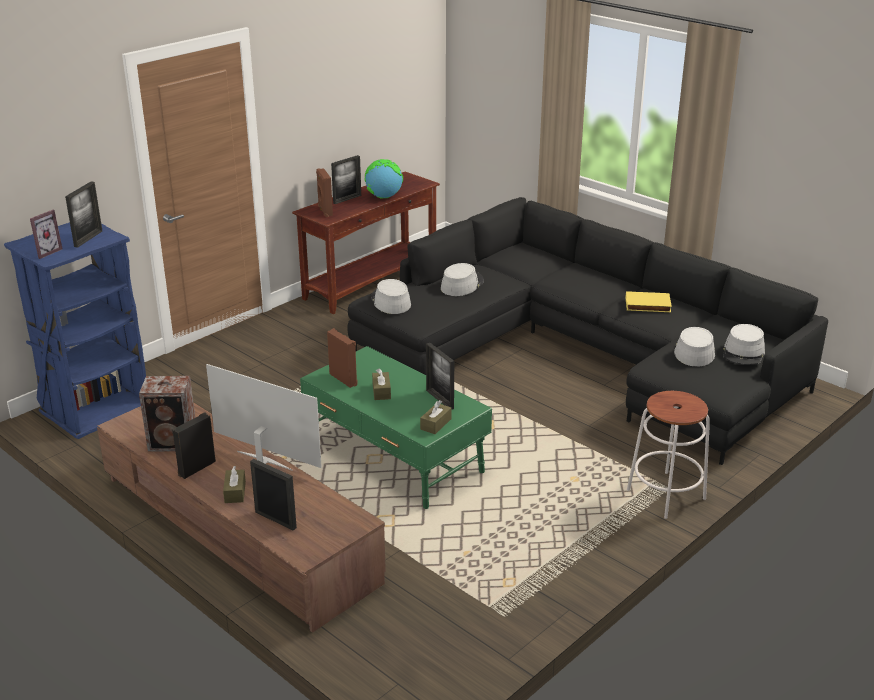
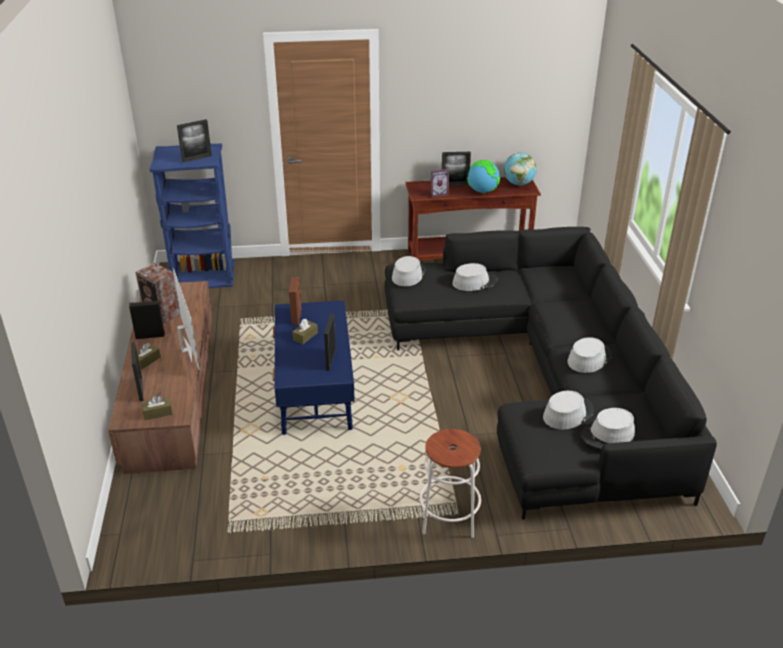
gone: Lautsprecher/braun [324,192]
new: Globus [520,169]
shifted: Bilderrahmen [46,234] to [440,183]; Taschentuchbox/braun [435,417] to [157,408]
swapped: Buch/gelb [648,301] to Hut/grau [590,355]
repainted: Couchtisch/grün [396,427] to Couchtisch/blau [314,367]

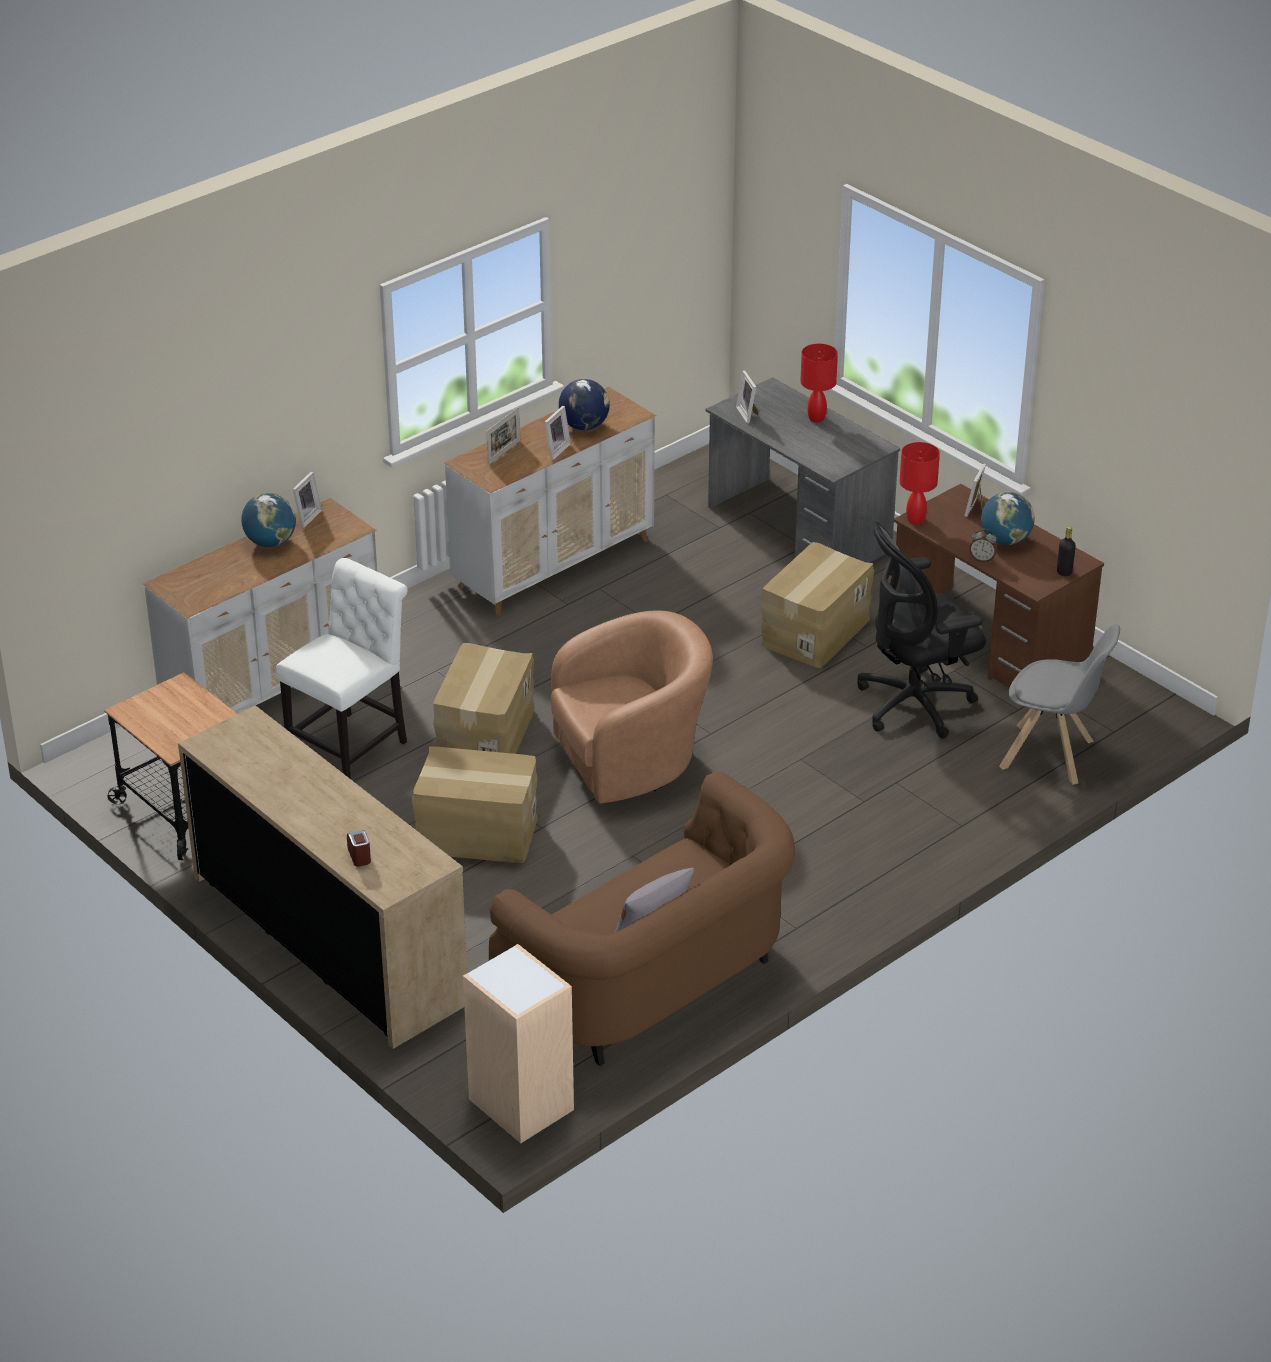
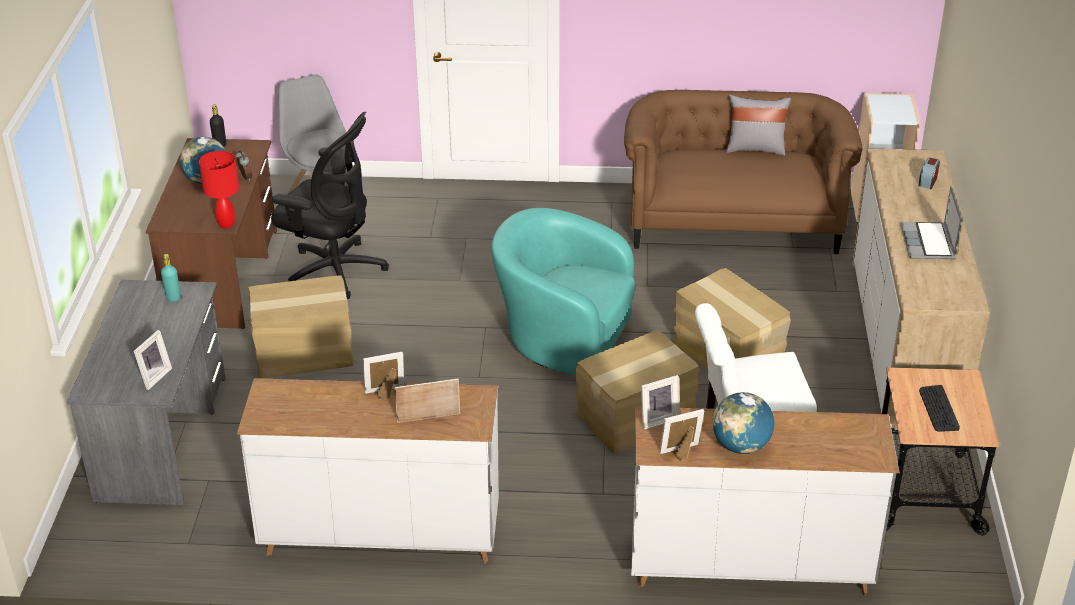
gone: Tischlampe/rot [819,383]; Globus [584,404]
new: Laptop [931,222]; Flasche/türkis [171,278]; Tastatur [939,408]
shifted: Bilderrahmen [975,490] to [660,402]
repainted: Sessel/braun [632,706] to Sessel/türkis [563,291]

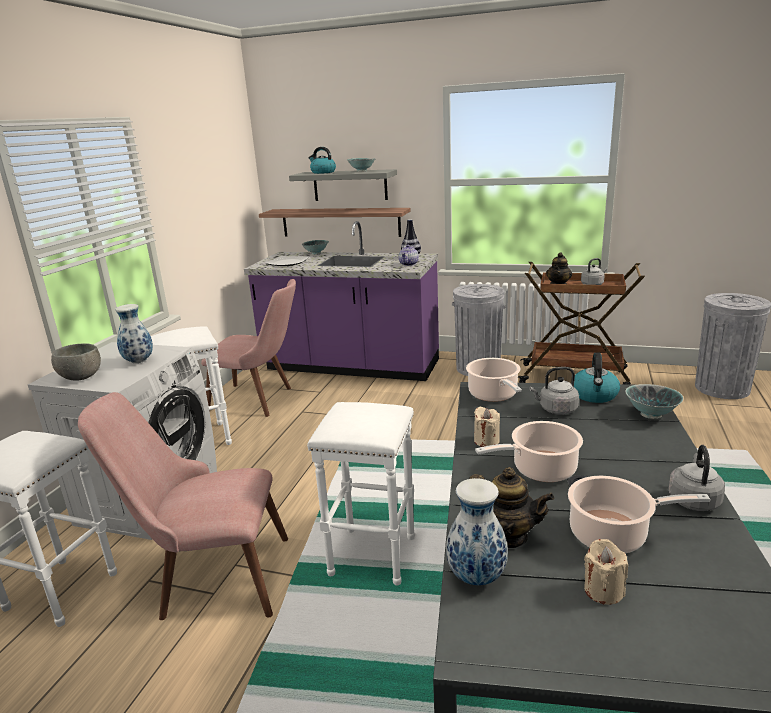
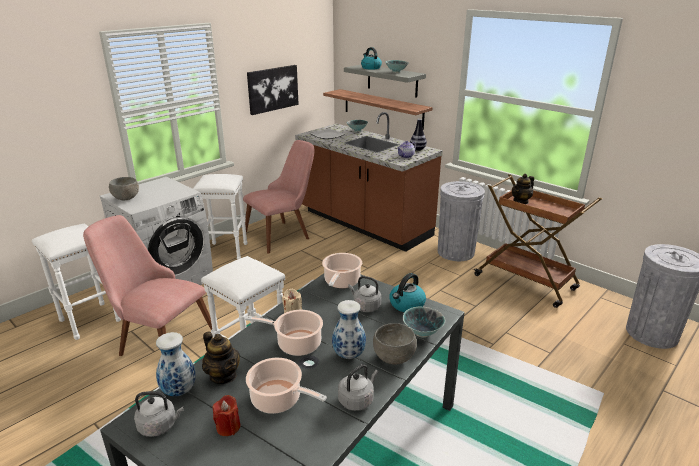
new: Bild [273,90]; Schüssel/grau [395,344]
shifted: Wasserkessel/grau [594,271] to [159,414]; Vase [134,333] to [349,329]
repainted: Küchenzeile/lila [341,301] to Küchenzeile/braun [369,182]; Kerze/beige [606,572] to Kerze/rot [226,415]
rotated: Stuhl/rosa [248,348] = [279,196] 75 degrees counterclockwise

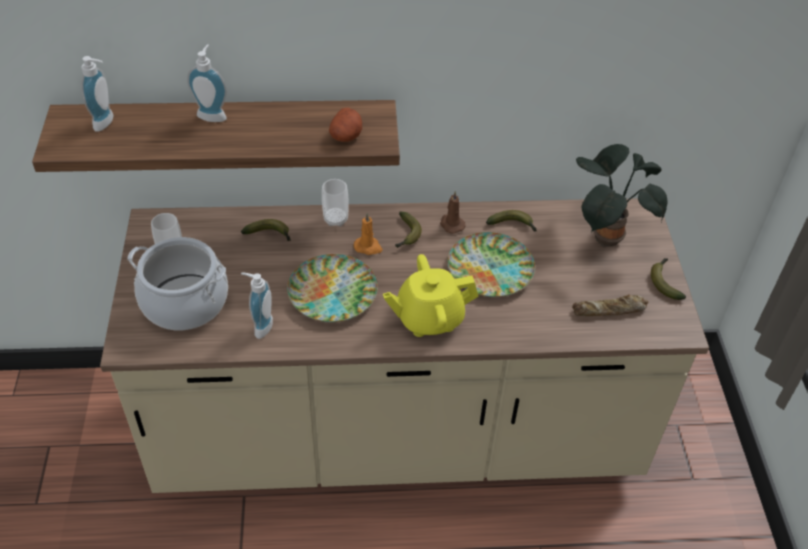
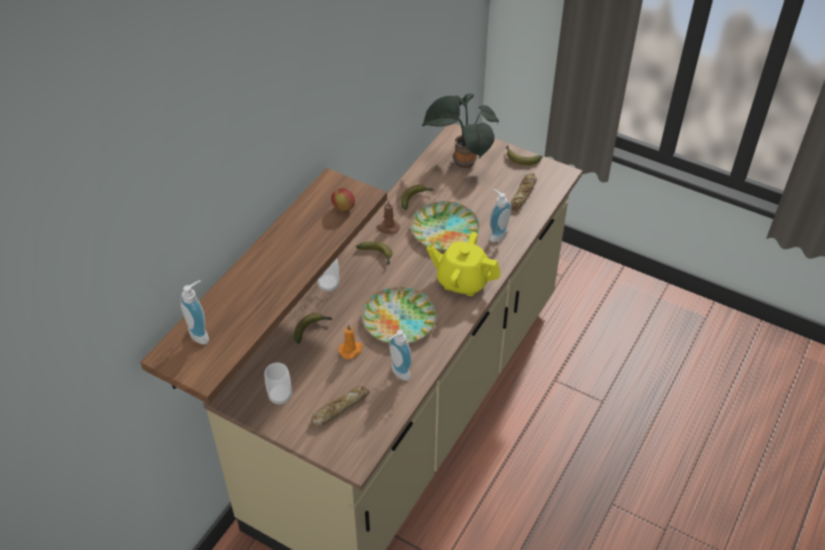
shifted: Seifenspender [207,83] to [500,215]; Kerze/orange [368,234] to [351,341]
swapped: Kartoffel [345,125] to Apfel [343,199]; Kochtopf [177,283] to Brot [340,406]
rotated: Teekanne/gelb [431,295] = [464,264] 90 degrees clockwise

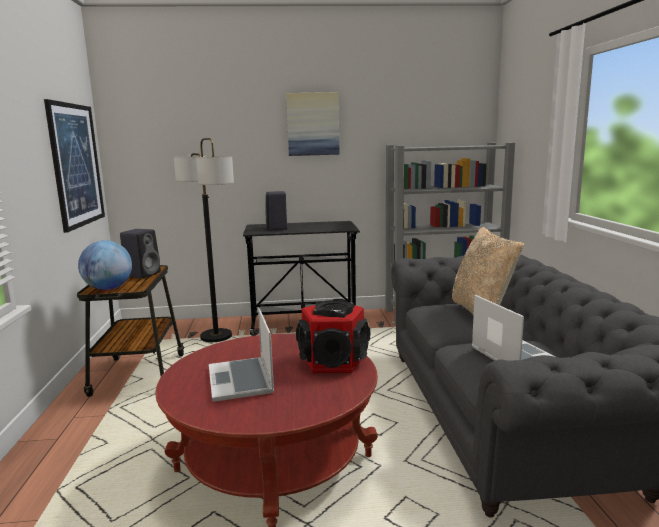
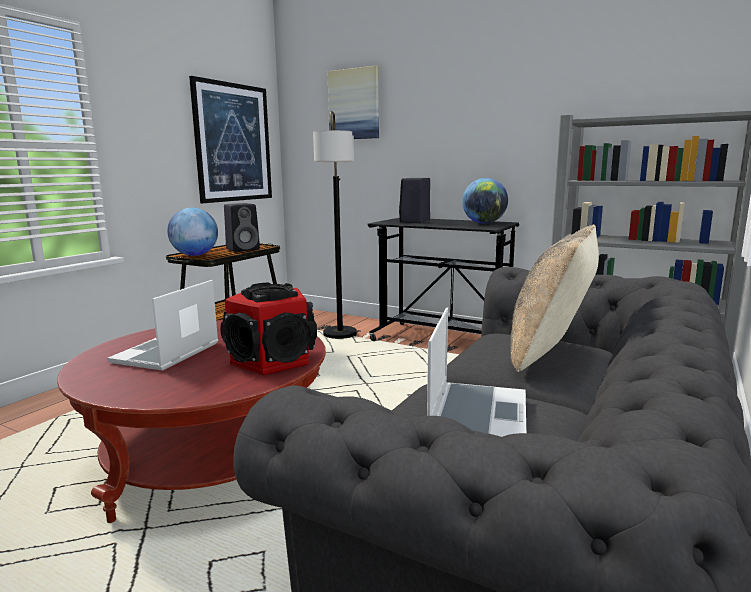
new: Globus [485,201]
shifted: Bild [313,124] to [353,102]

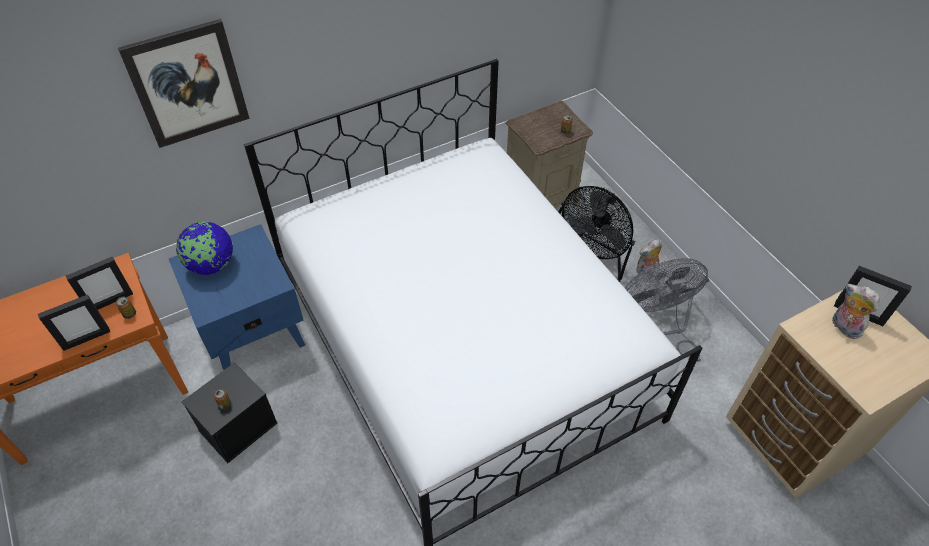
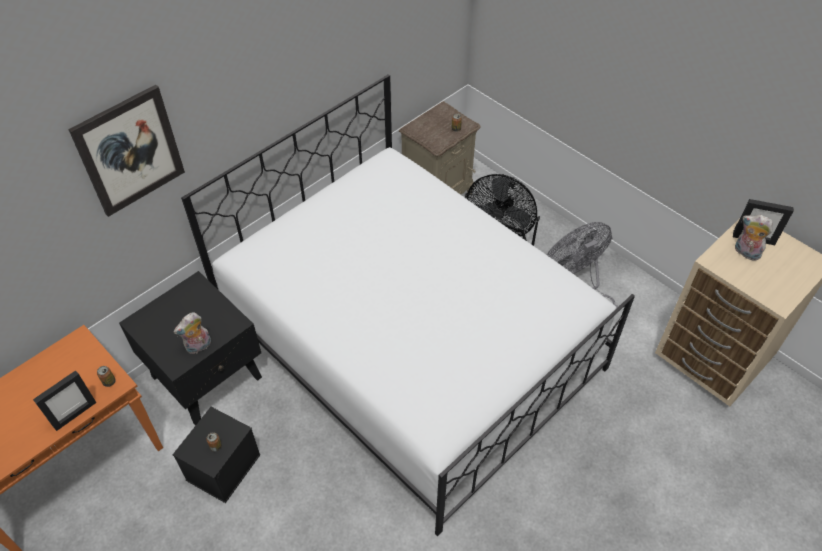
gone: Globus [204,248]; Bilderrahmen [99,283]
shifted: Plüschtier [649,257] to [192,333]
repainted: Nachttisch/blau [237,297] to Nachttisch/schwarz [190,348]

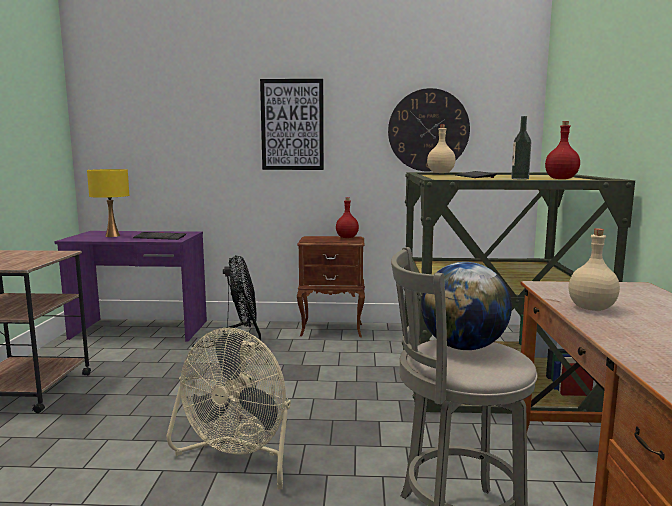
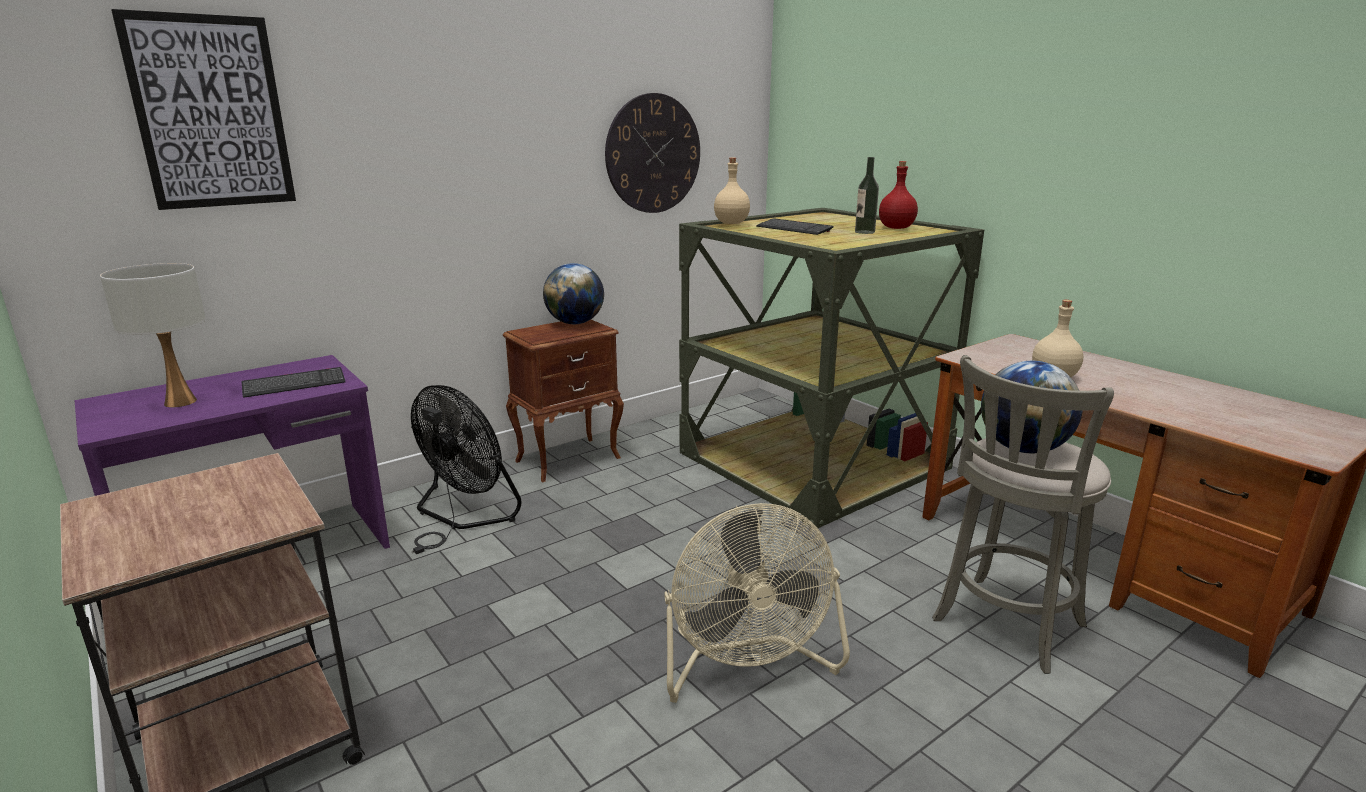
shifted: Bild [292,124] to [203,109]
swapped: Flasche/rot [347,217] to Globus [573,293]
repainted: Tischlampe/gelb [108,203] to Tischlampe/weiß [153,335]

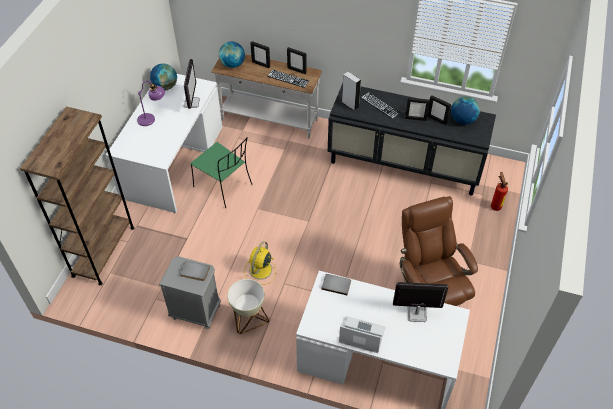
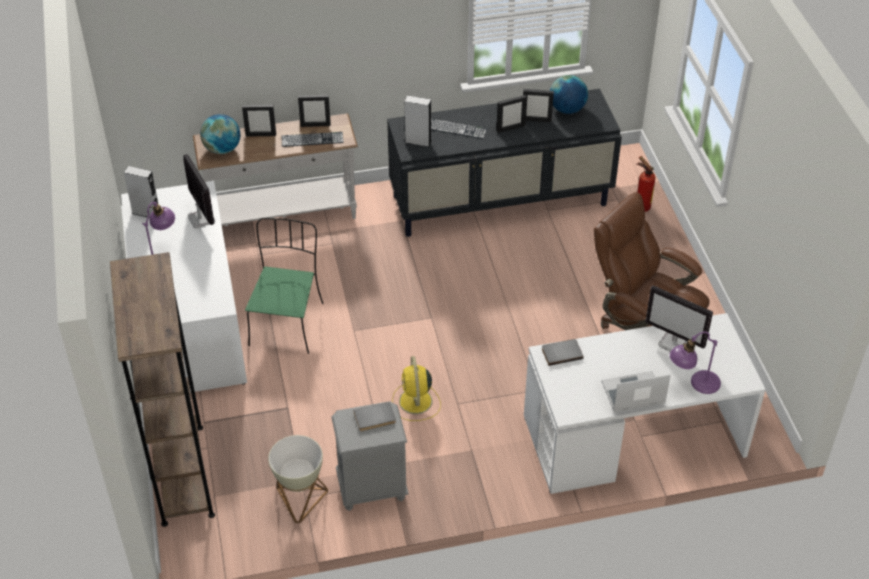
new: Tischlampe/lila [695,363]
shifted: Pflanzkübel [248,306] to [298,479]
swapped: Globus [163,77] to Lautsprecher/grau [141,192]
rotated: Stuhl/grün [221,172] = [284,286] 90 degrees counterclockwise; Monitor [421,302] = [679,318] 120 degrees counterclockwise

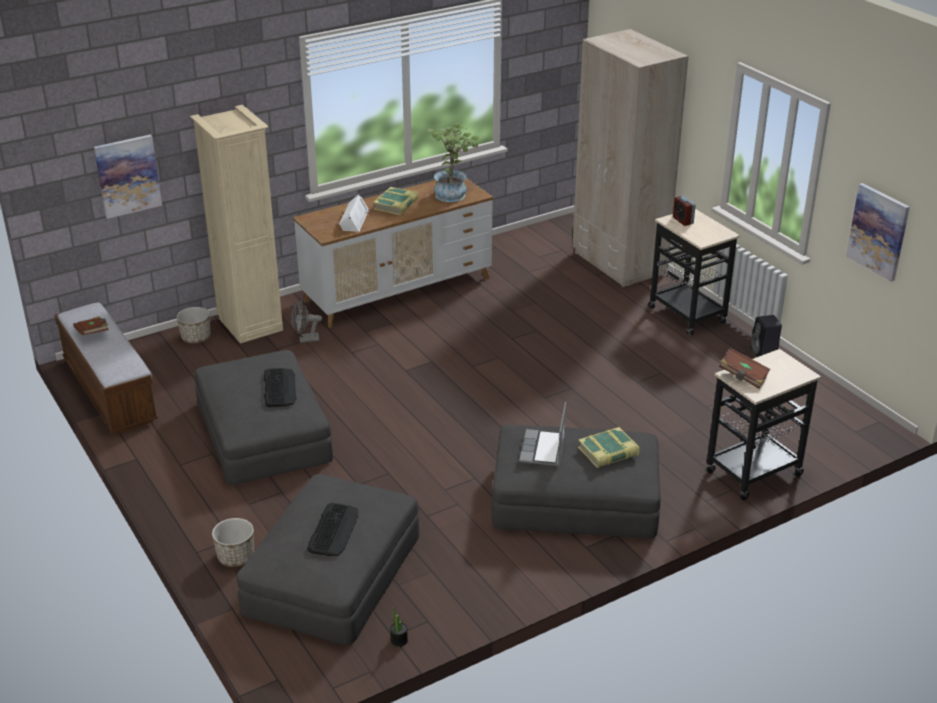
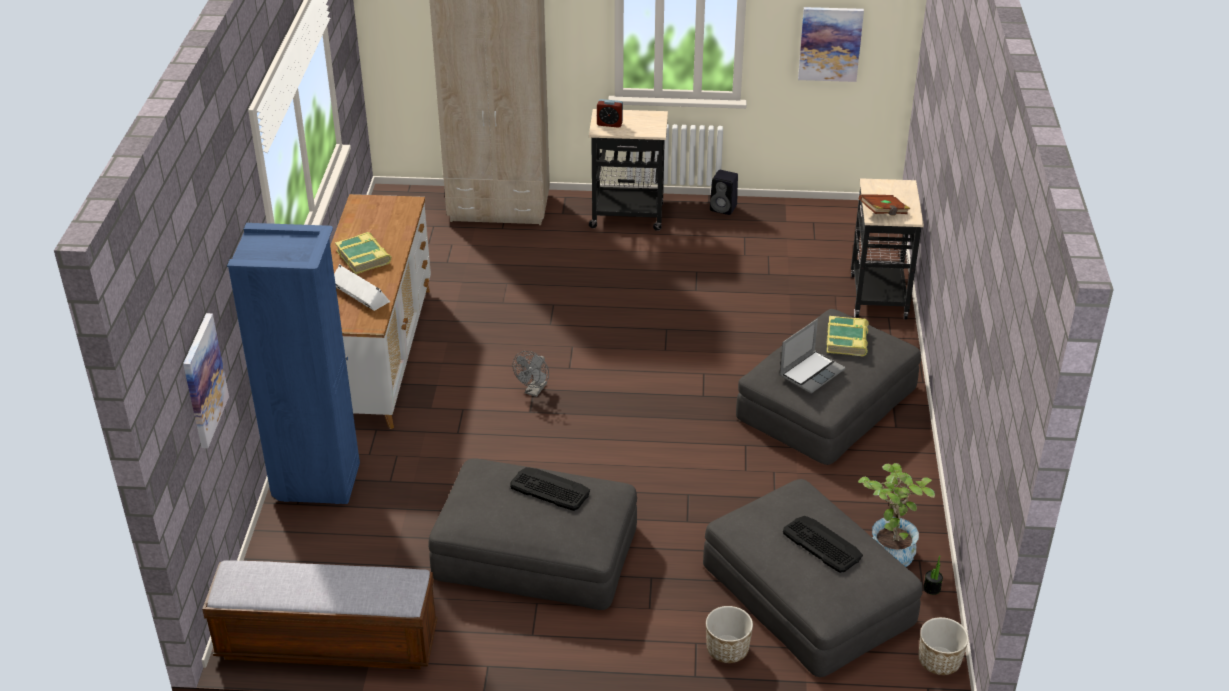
gone: Buch/braun [91,326]
shifted: Topfpflanze [453,162] to [896,515]; Ventilator/grau [306,321] to [530,374]; Pflanzkübel [194,325] to [943,646]
repainted: Schrank/beige [236,224] to Schrank/blau [293,363]
rotated: Laptop [542,434] = [812,356] 90 degrees counterclockwise

